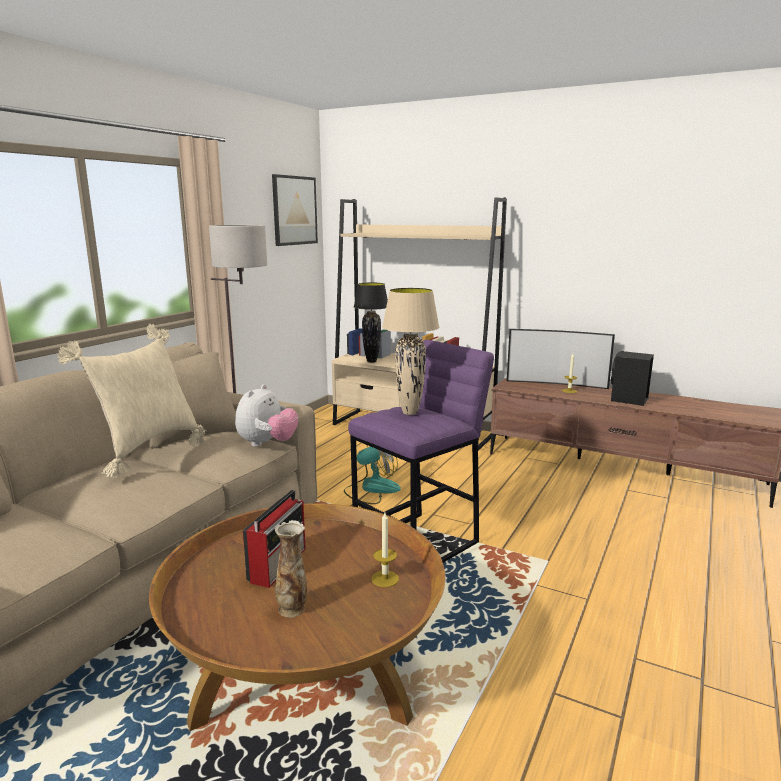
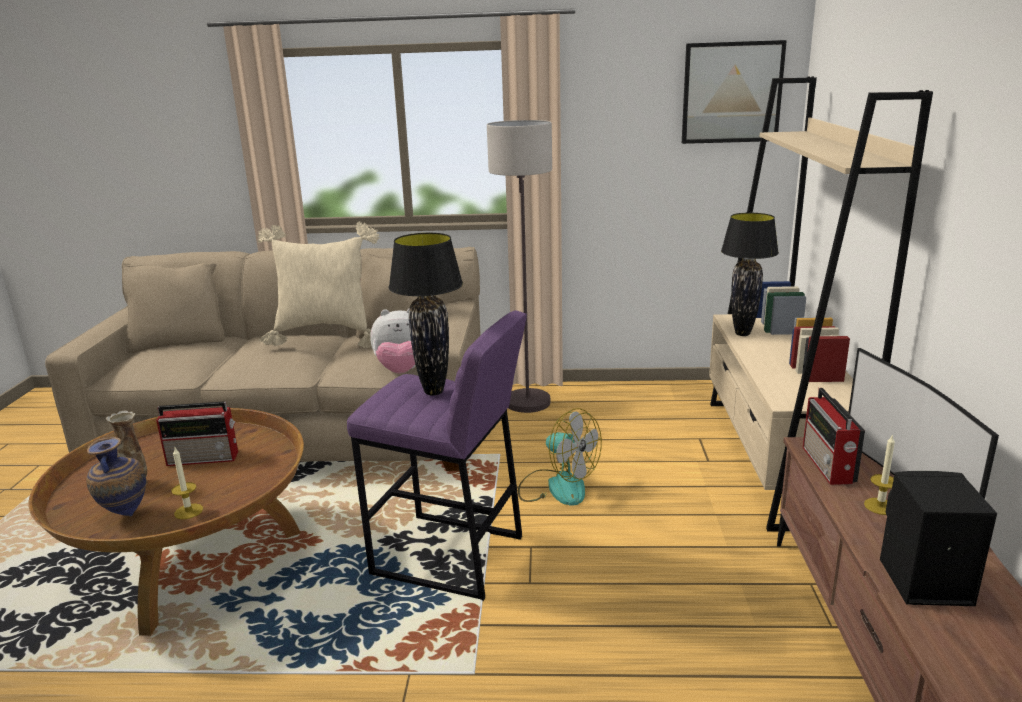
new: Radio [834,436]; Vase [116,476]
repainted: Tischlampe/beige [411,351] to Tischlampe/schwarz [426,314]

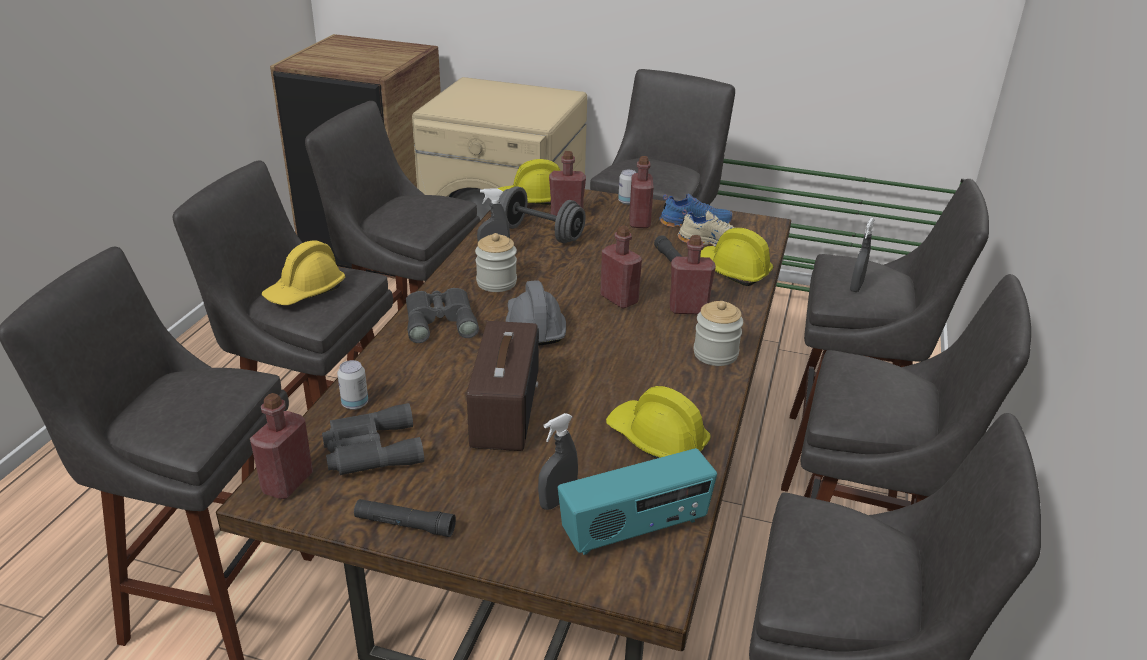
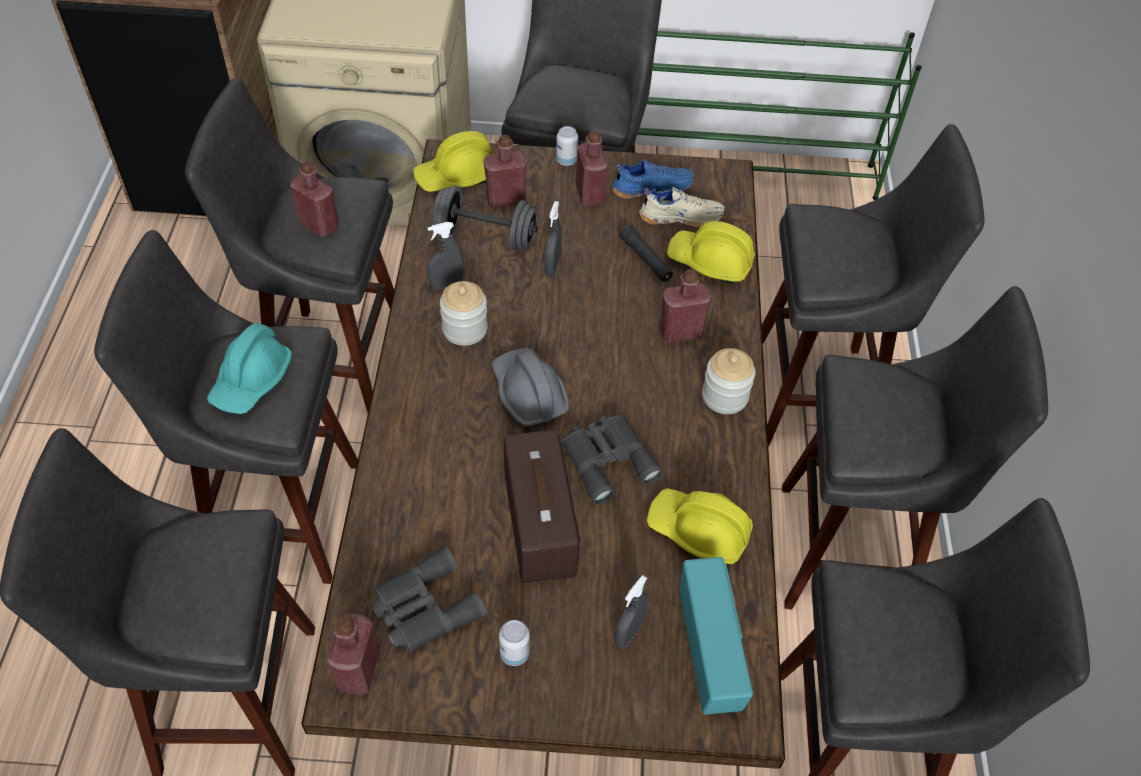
gone: Taschenlampe/schwarz [405,518]
shifted: Sprühflasche/grau [862,255] to [553,238]; Flasche/rot [621,267] to [314,198]; Fernglas/grau [442,315] to [613,460]; Dose [352,385] to [514,643]
repainted: Schutzhelm/gelb [303,273] to Schutzhelm/türkis [249,368]
rotated: Radio [637,501] = [716,636] 60 degrees counterclockwise

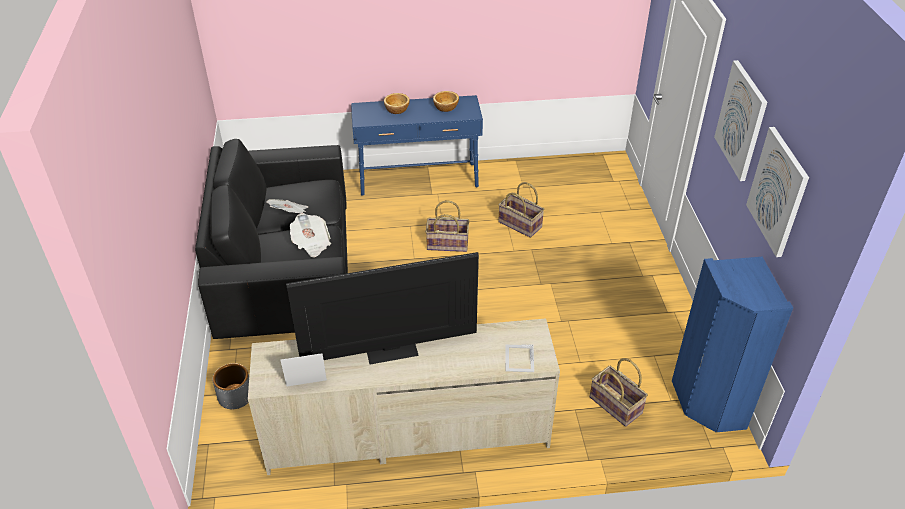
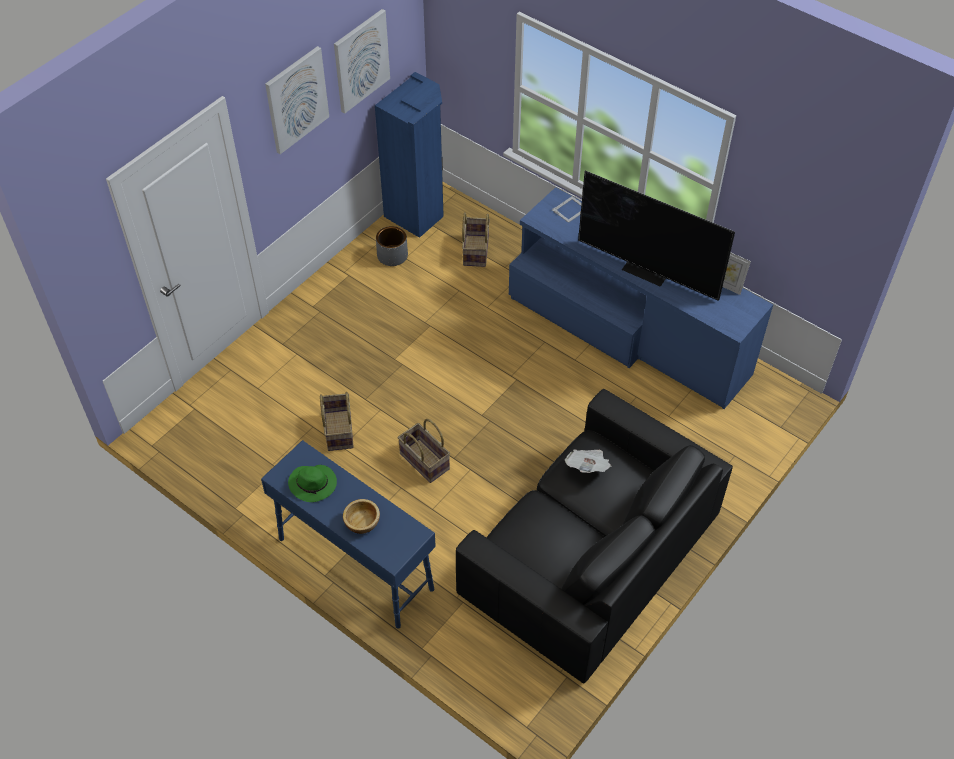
gone: Zeitung [287,206]
shifted: Pflanzkübel/grau [230,386] to [392,246]
swapped: Schüssel [446,101] to Hut/grün [312,483]
repainted: Fernsehschrank/beige [404,396] to Fernsehschrank/blau [641,298]

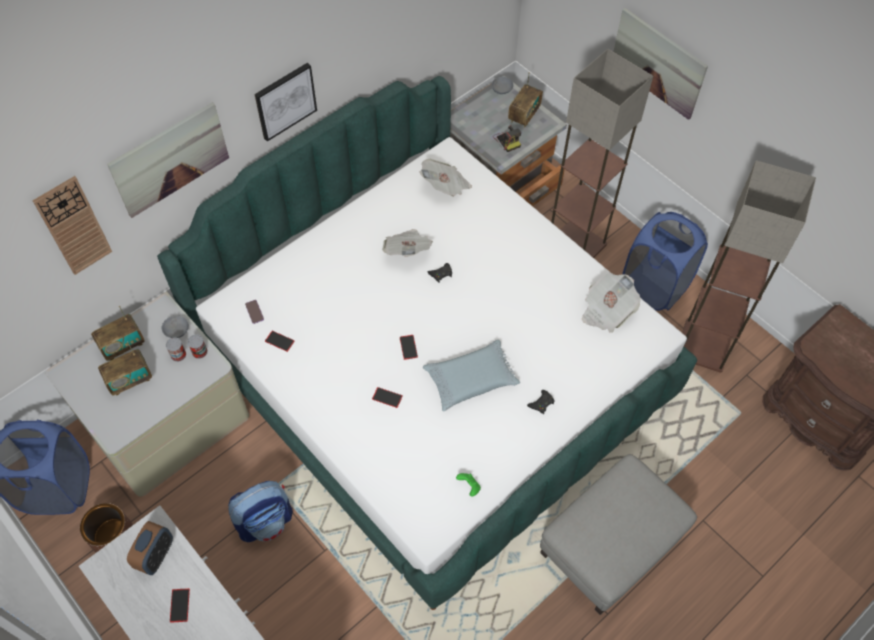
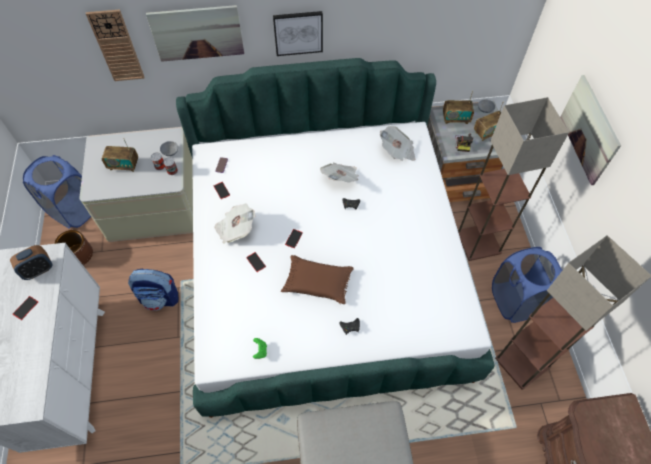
shifted: Zeitung [611,303] to [235,223]; Radio [118,333] to [458,107]
repainted: Kissen/blau [471,375] to Kissen/braun [317,279]

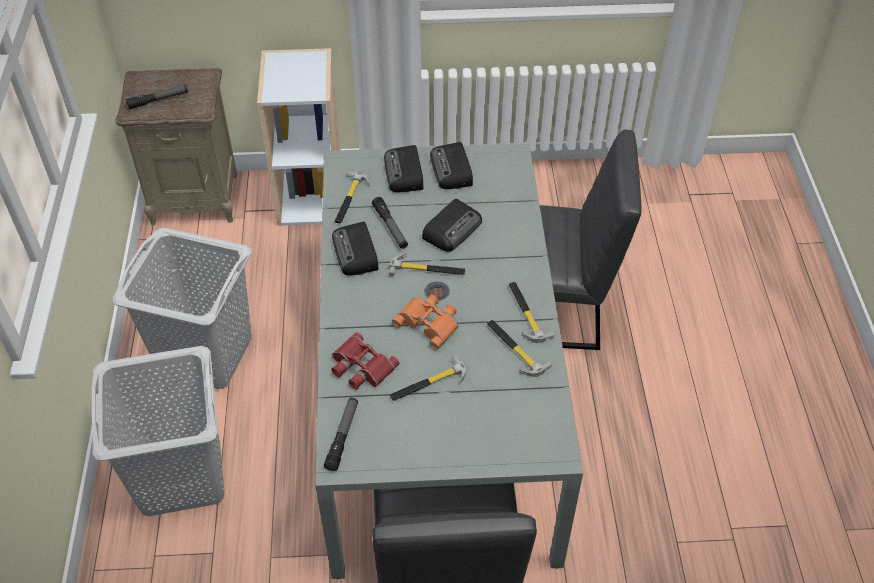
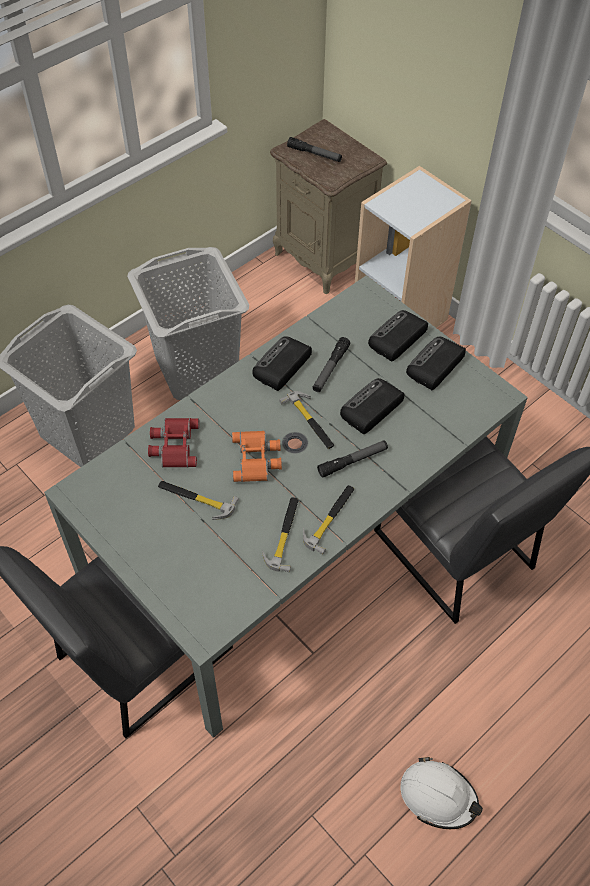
gone: Hammer [352,197]
new: Schutzhelm/weiß [442,793]
shifted: Taschenlampe [341,434] to [352,459]
rotated: Radio [452,225] = [372,406] 135 degrees clockwise

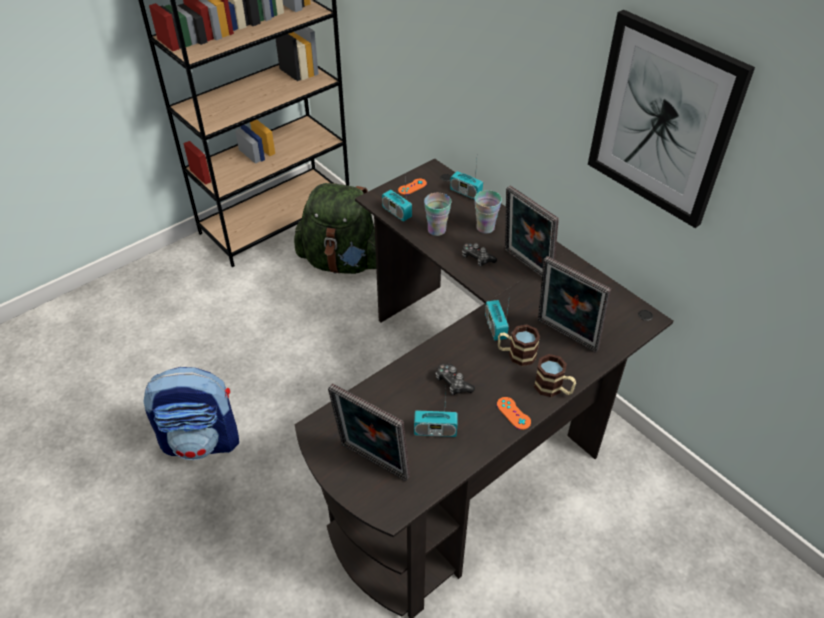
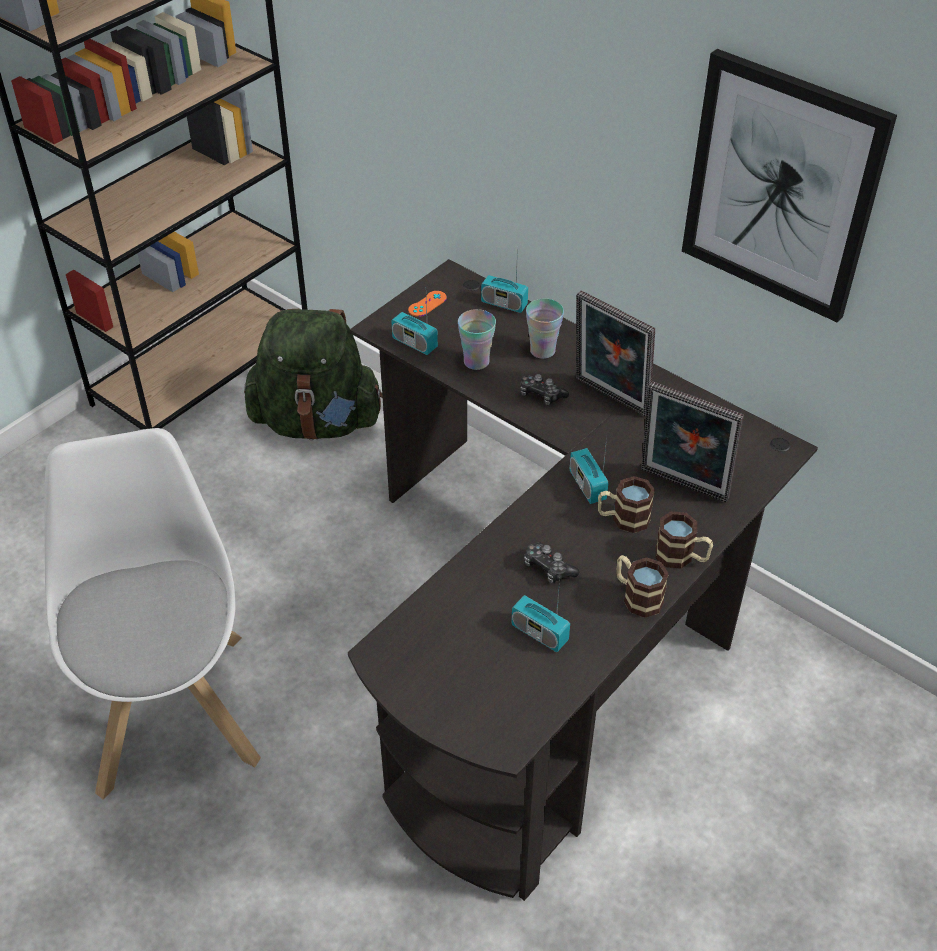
gone: Bilderrahmen [369,432]
swapped: Rucksack [191,413] to Stuhl [152,614]; Gamepad/orange [514,413] to Henkelbecher [642,586]
rotated: Radio [436,414] = [540,615] 45 degrees clockwise

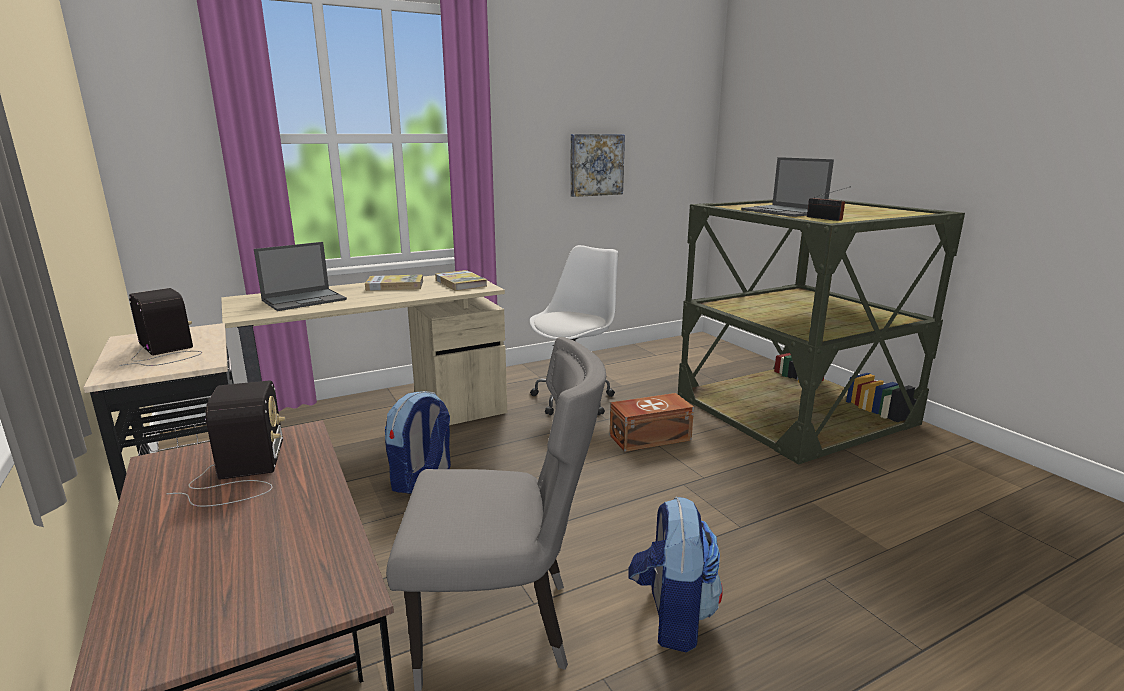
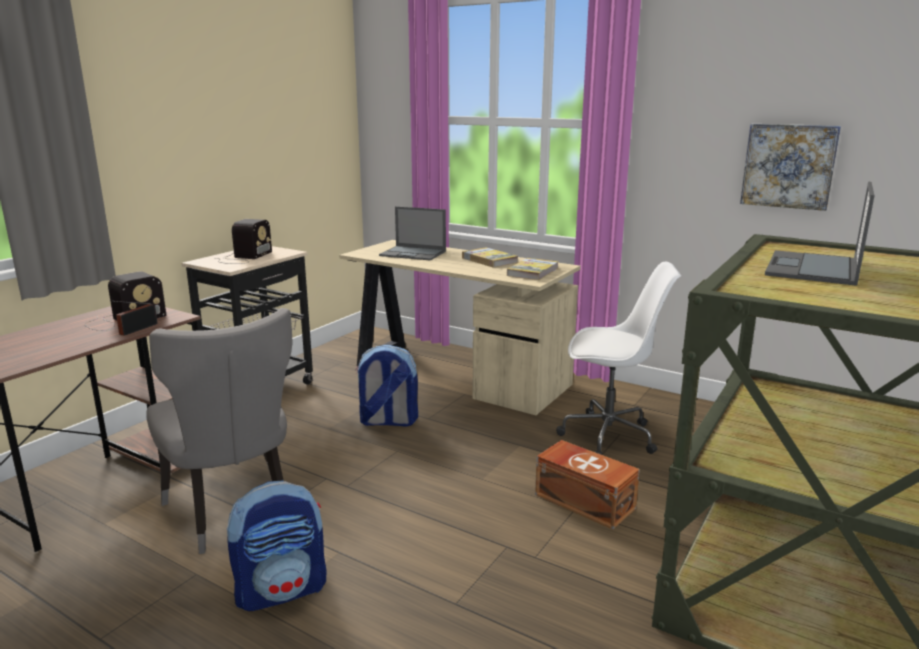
shifted: Radio [829,203] to [135,318]

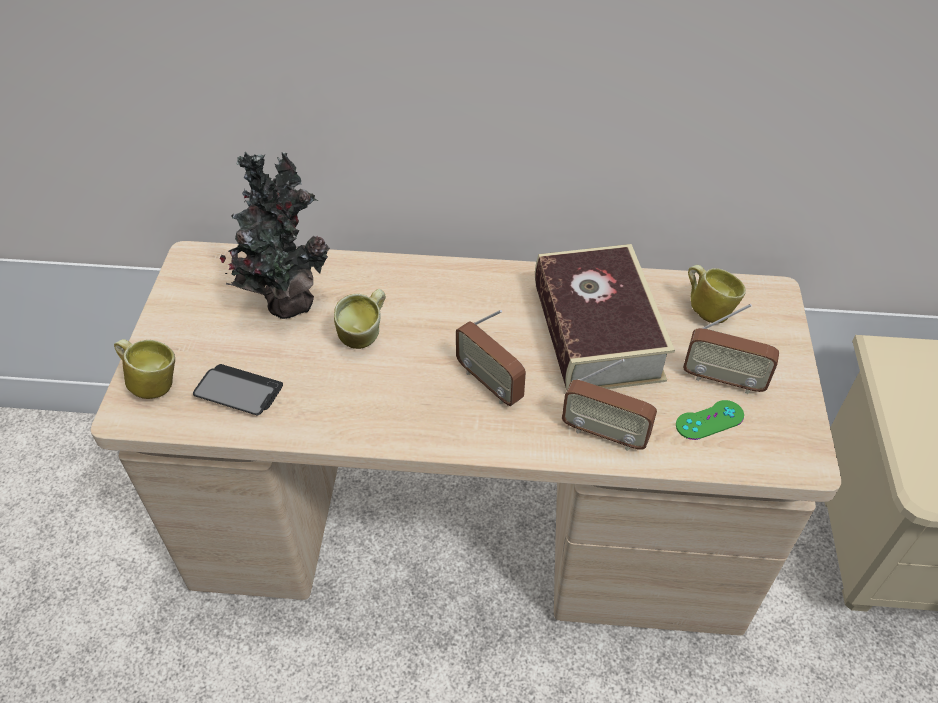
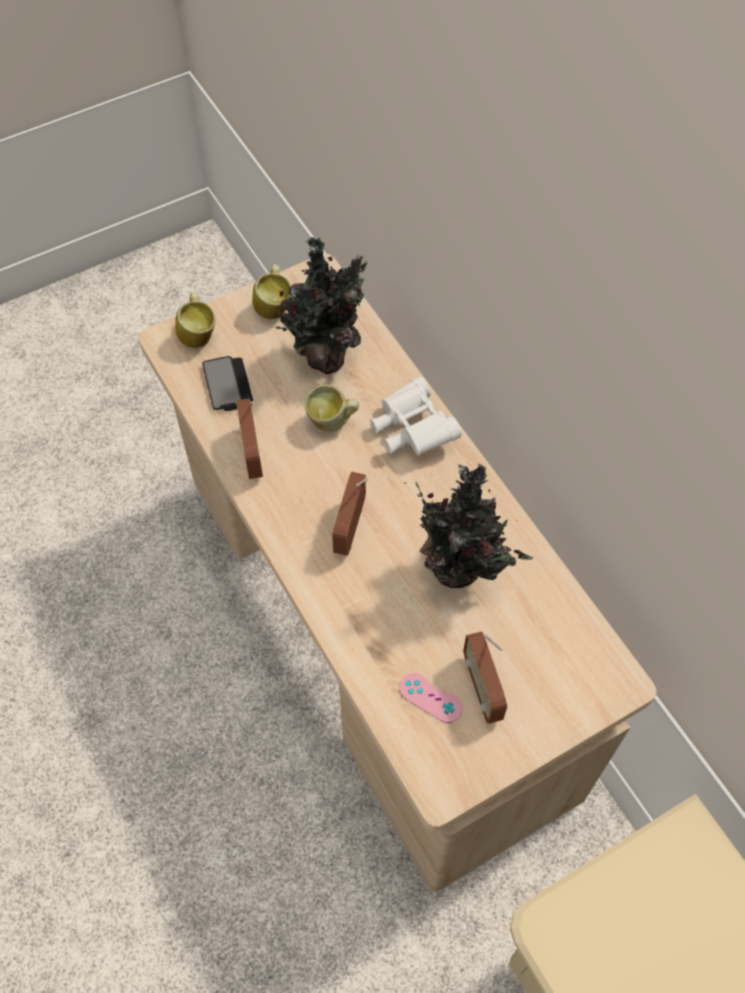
new: Fernglas/weiß [416,416]
shifted: Henkelbecher [717,294] to [271,291]; Radio [609,405] to [249,438]
swapped: Buch [605,317] to Topfpflanze [471,525]
repainted: Gamepad/grün [710,420] to Gamepad/rosa [431,698]

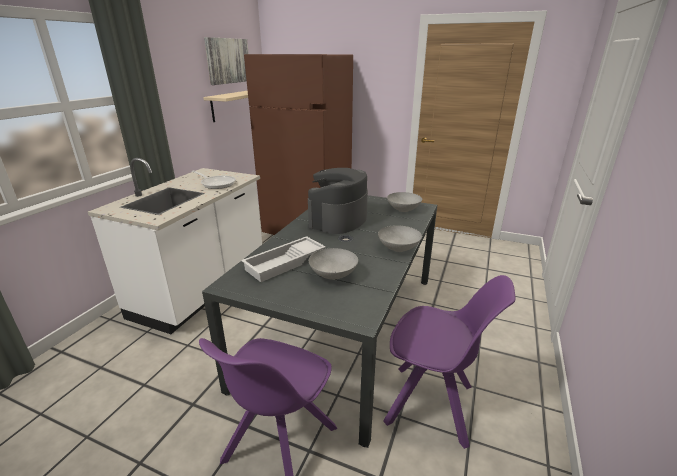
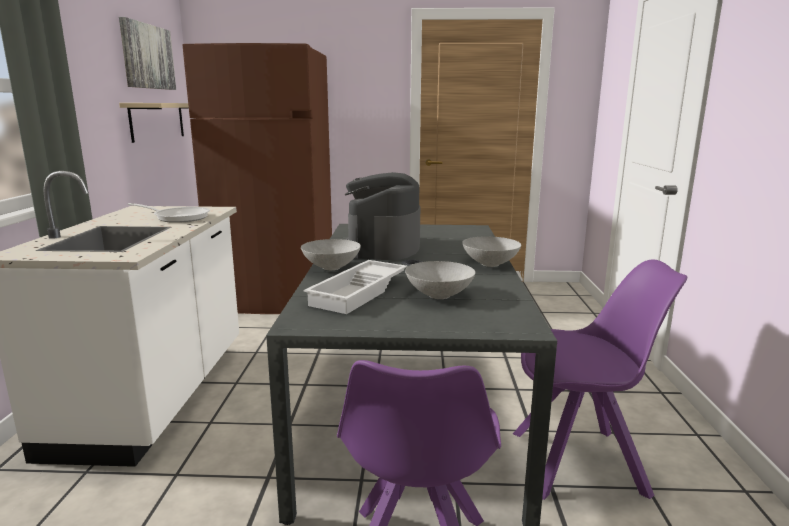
shifted: Schüssel/grau [404,202] to [331,254]

